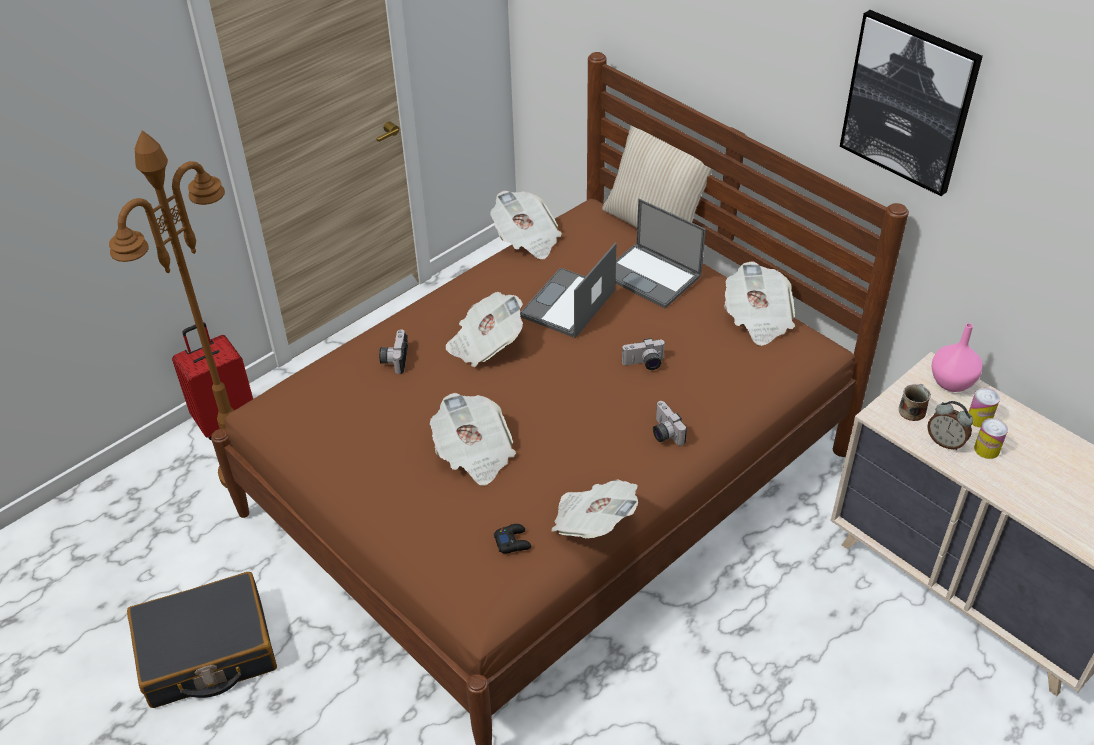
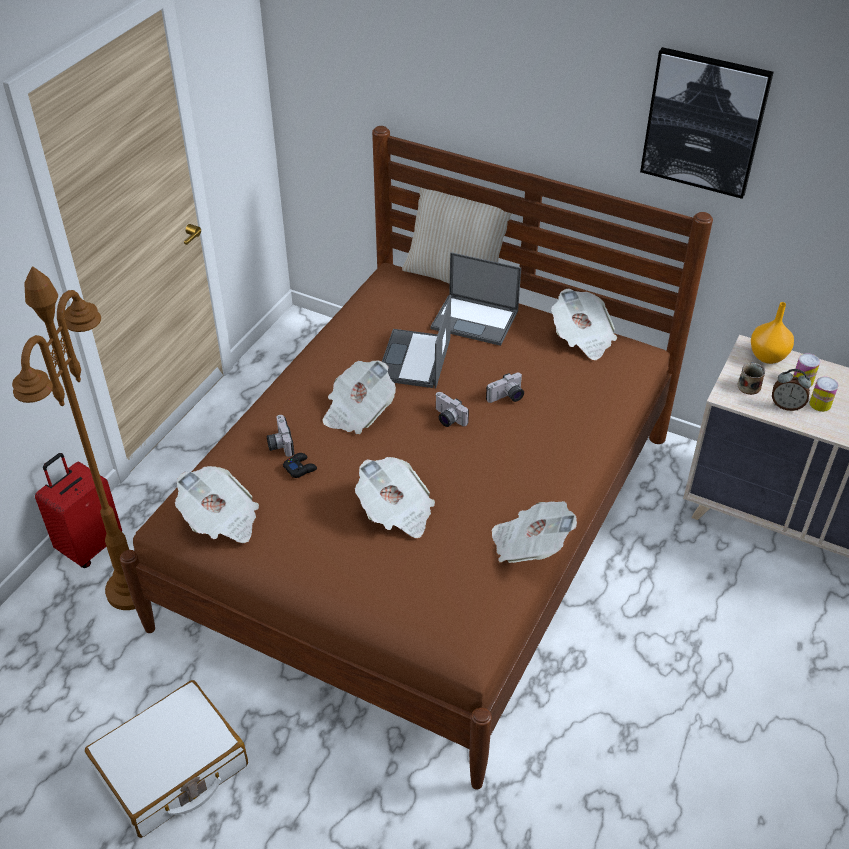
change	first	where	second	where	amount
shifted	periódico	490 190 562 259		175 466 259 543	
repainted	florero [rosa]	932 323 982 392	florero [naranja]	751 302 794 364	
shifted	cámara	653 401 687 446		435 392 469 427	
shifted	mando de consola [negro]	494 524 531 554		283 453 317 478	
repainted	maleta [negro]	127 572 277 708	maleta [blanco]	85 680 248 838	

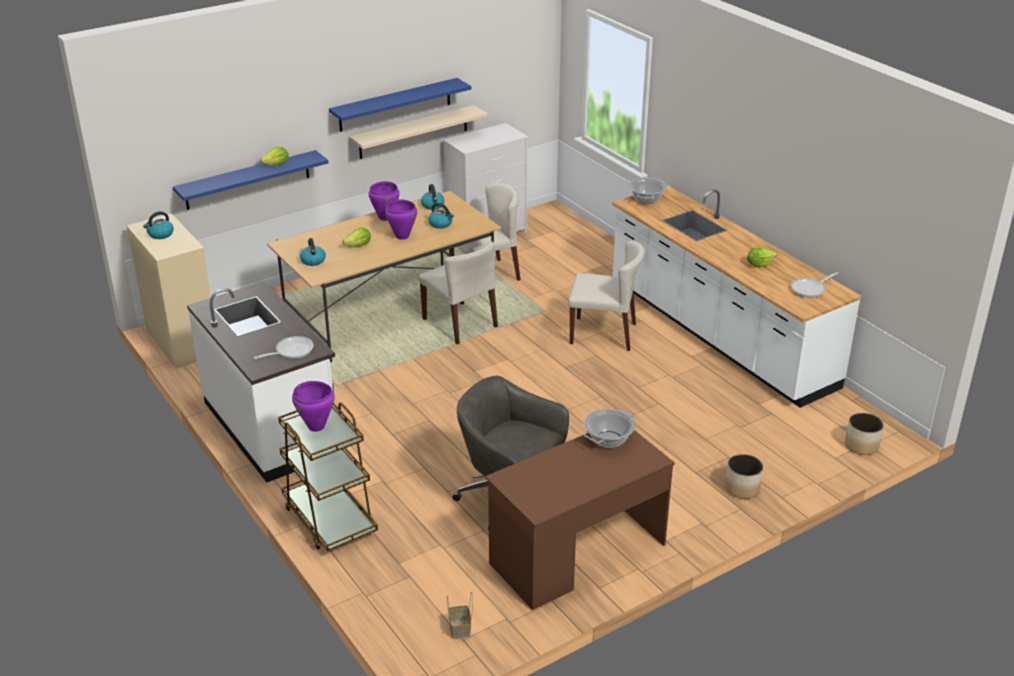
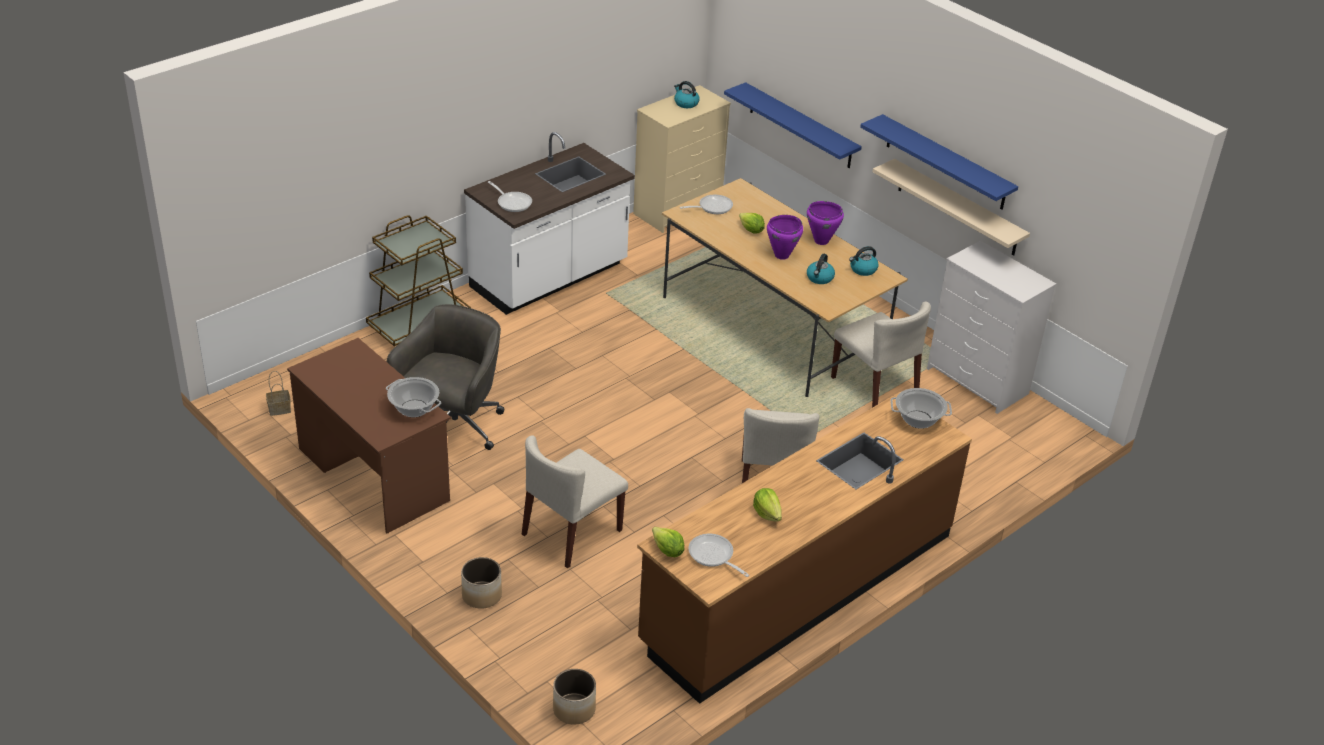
change	first	where	second	where	amount
shifted	lechuga	260 147 289 166		652 527 685 557	
repainted	mueble bajo de cocina [blanco]	612 185 862 408	mueble bajo de cocina [marrón]	637 392 972 704	
swapped	hervidor	300 238 326 266	sartén	680 195 733 214	
shifted	silla [beis]	419 241 498 345		522 435 628 568	
gone	olla [morado]	292 381 335 432			

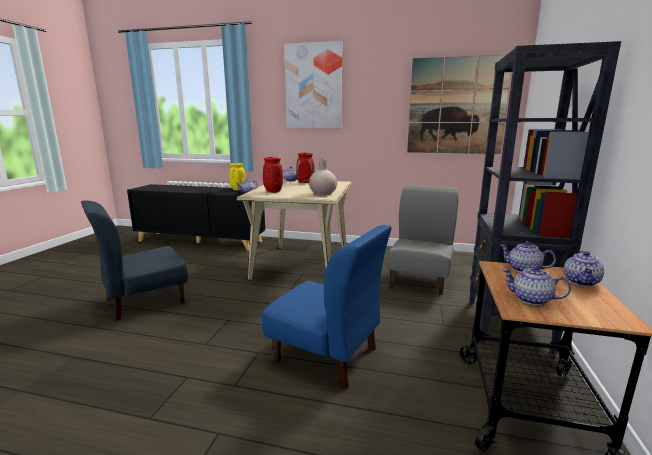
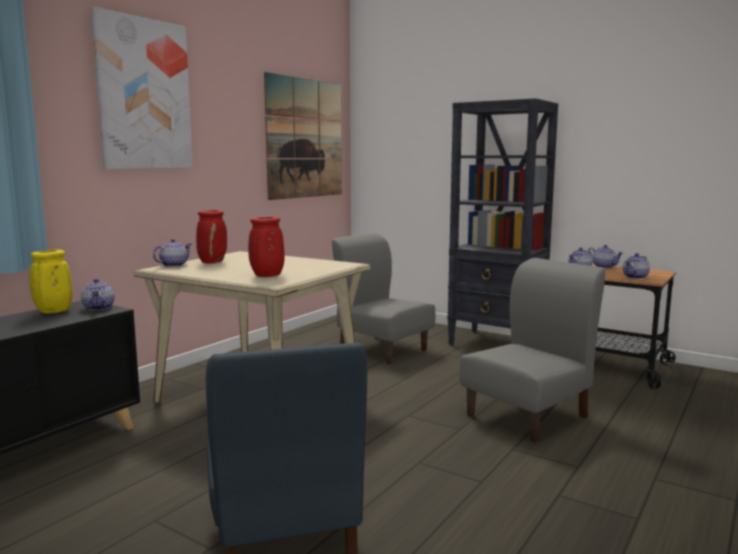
change	first	where	second	where	amount
gone	florero [beis]	309 158 337 195			
repainted	silla [azul]	262 225 391 390	silla [gris]	459 258 605 442	

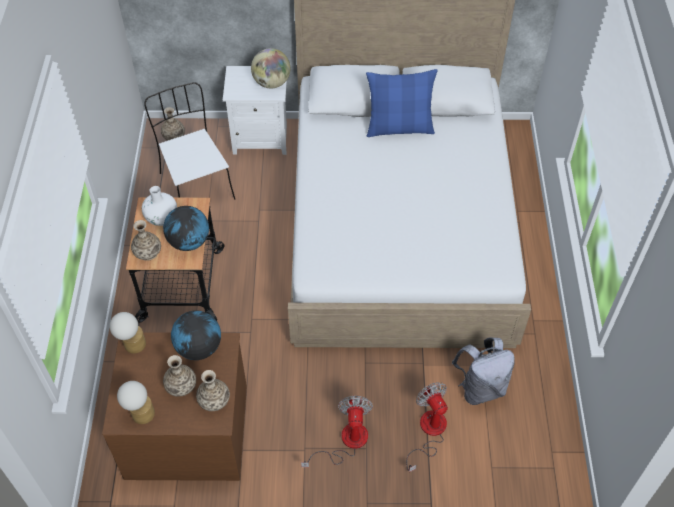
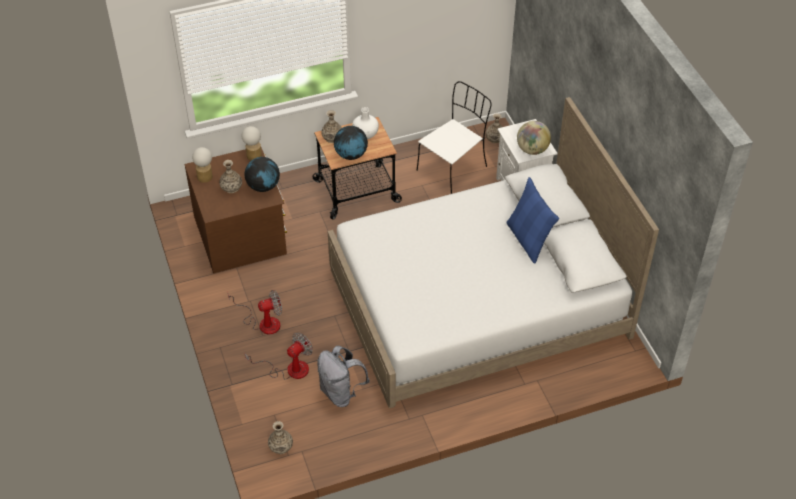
change	first	where	second	where	amount
shifted	florero	196 370 230 411		268 421 293 454	

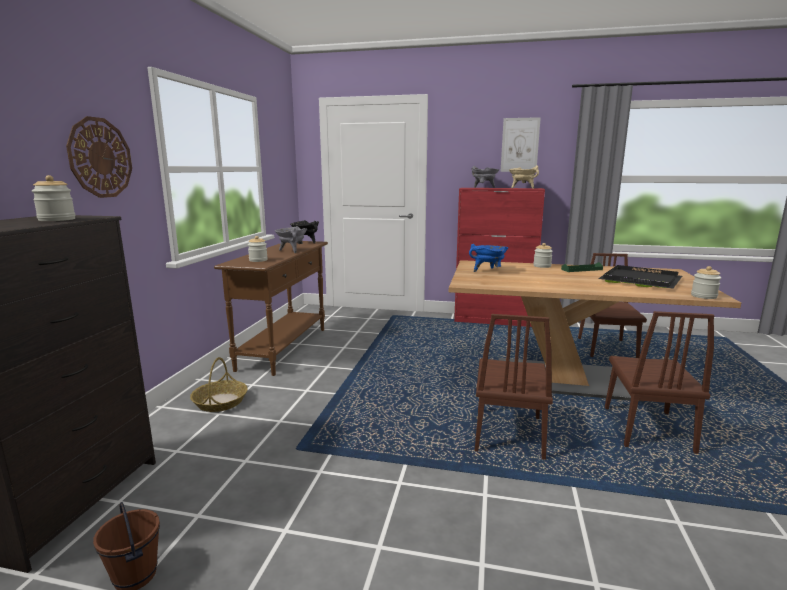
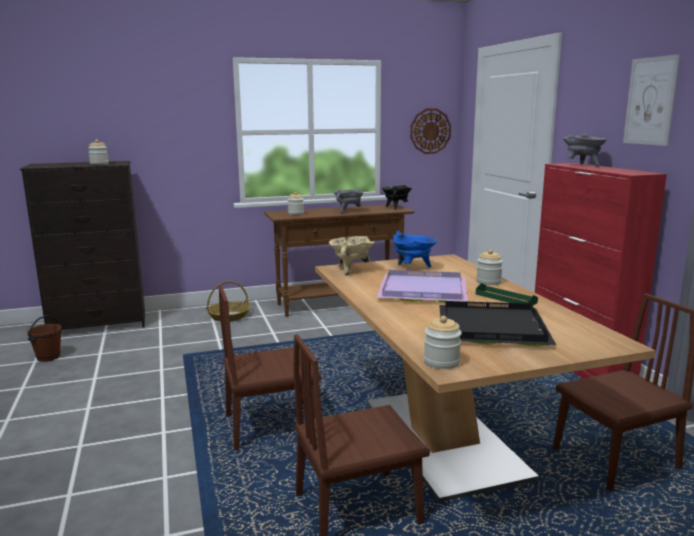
change	first	where	second	where	amount
shifted	reloj de pared	66 116 132 198		410 109 451 154	
shifted	olla [beis]	509 165 539 189		329 236 374 276	
new			bandeja [morado]	376 270 468 302	

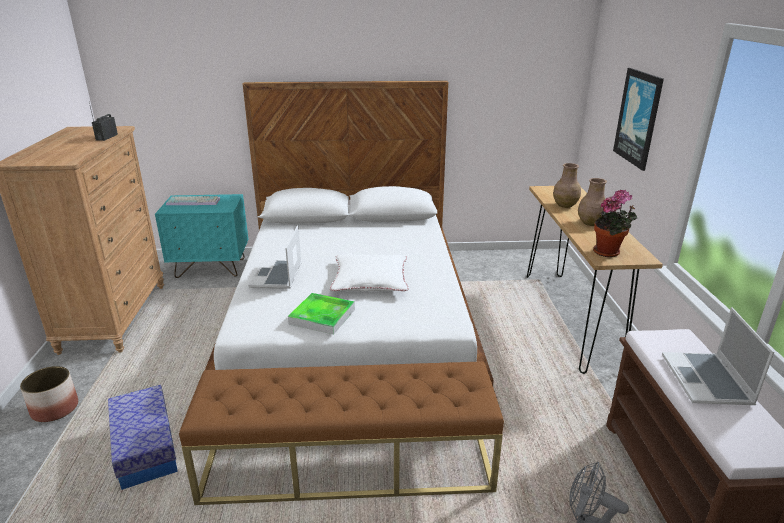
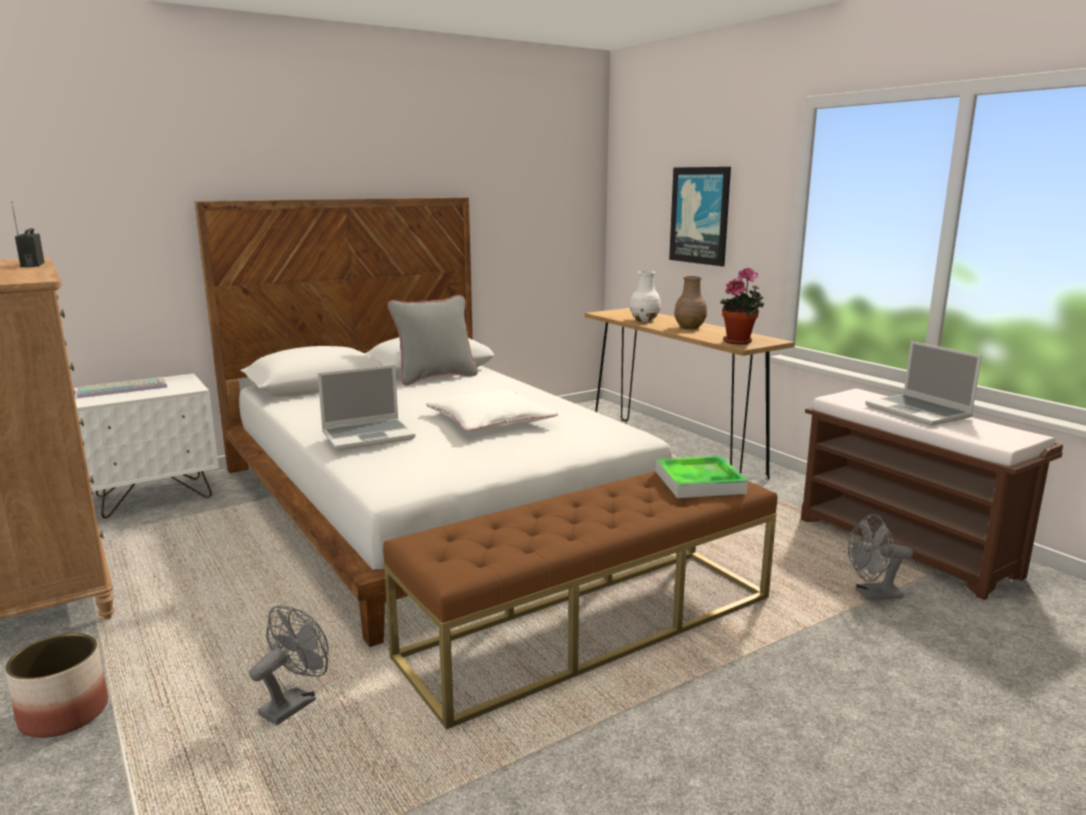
change	first	where	second	where	amount
repainted	florero [marrón]	553 163 581 208	florero [blanco]	630 271 661 322	
repainted	mesita de noche [turquesa]	155 194 249 278	mesita de noche [blanco]	74 374 219 518	
rotated	portátil	248 225 302 289		318 365 415 451	90 degrees counterclockwise
shifted	bandeja	288 293 355 335		656 456 748 498	
swapped	caja de almacenaje	108 385 178 490	ventilador [gris]	249 606 328 725	
new			cojín [gris]	387 295 478 385	

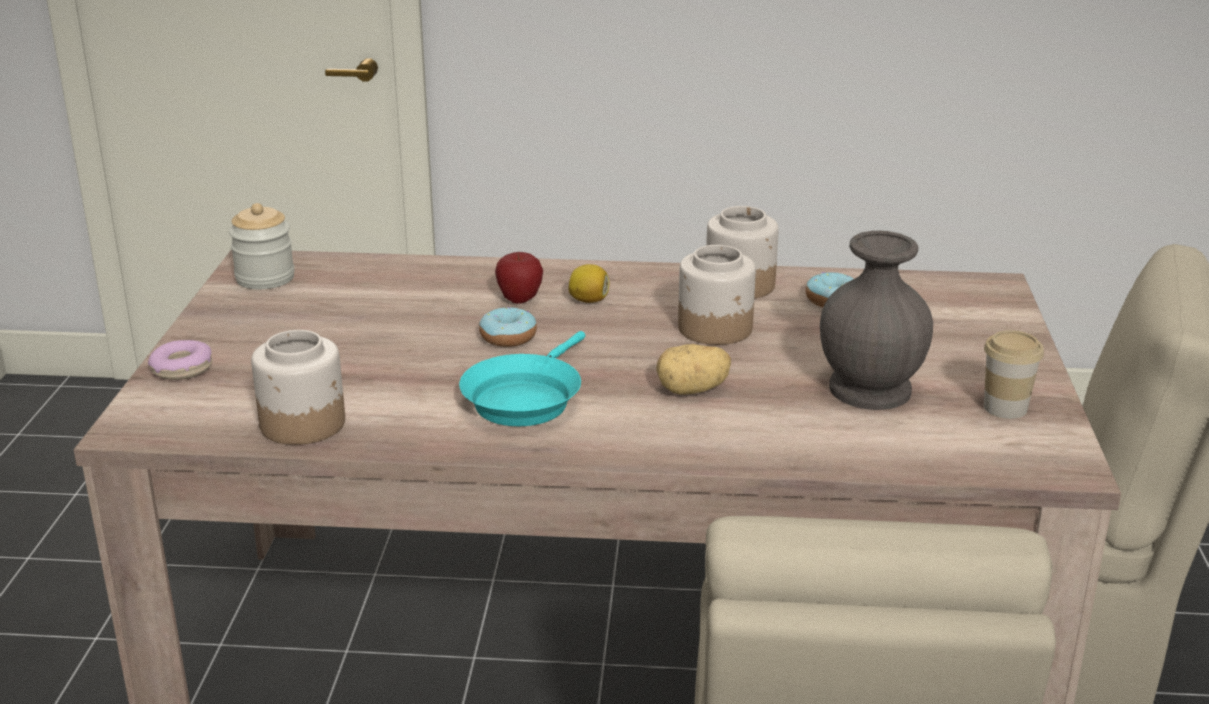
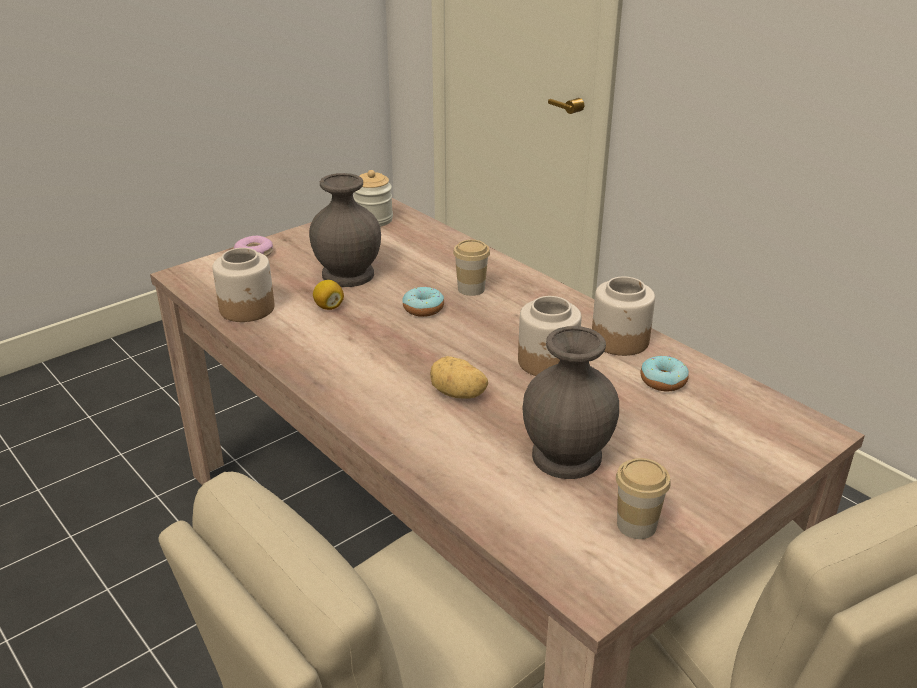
change	first	where	second	where	amount
swapped	manzana	495 252 543 304	taza	453 240 490 296	
shifted	limón	569 264 609 303		313 280 344 310	
gone	sartén [turquesa]	459 331 585 426			
new			florero [gris]	309 173 381 287	

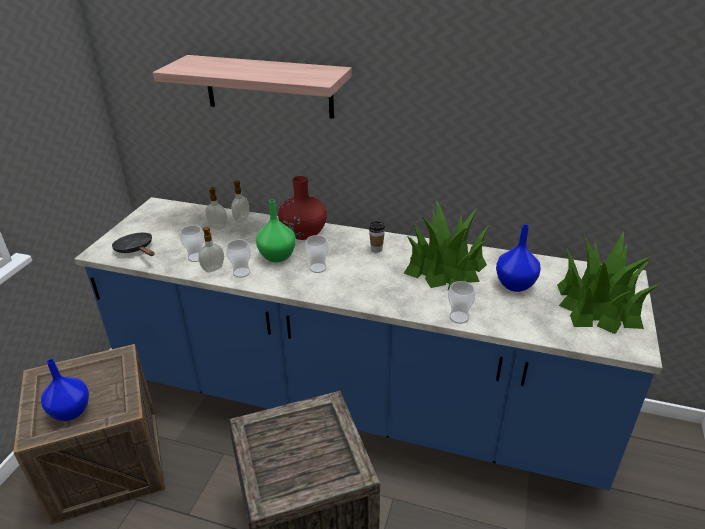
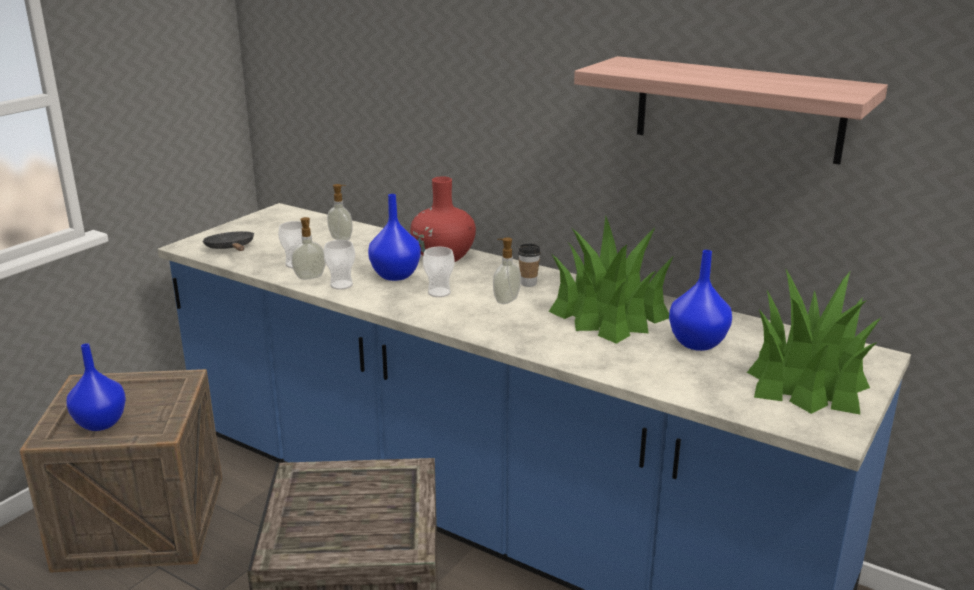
change	first	where	second	where	amount
shifted	estante	153 55 352 119		574 56 888 165	
shifted	dispensador de jabón	230 181 249 223		493 237 521 304	
repainted	florero [verde]	256 199 296 262	florero [azul]	368 194 421 281	
gone	taza	448 281 476 324			

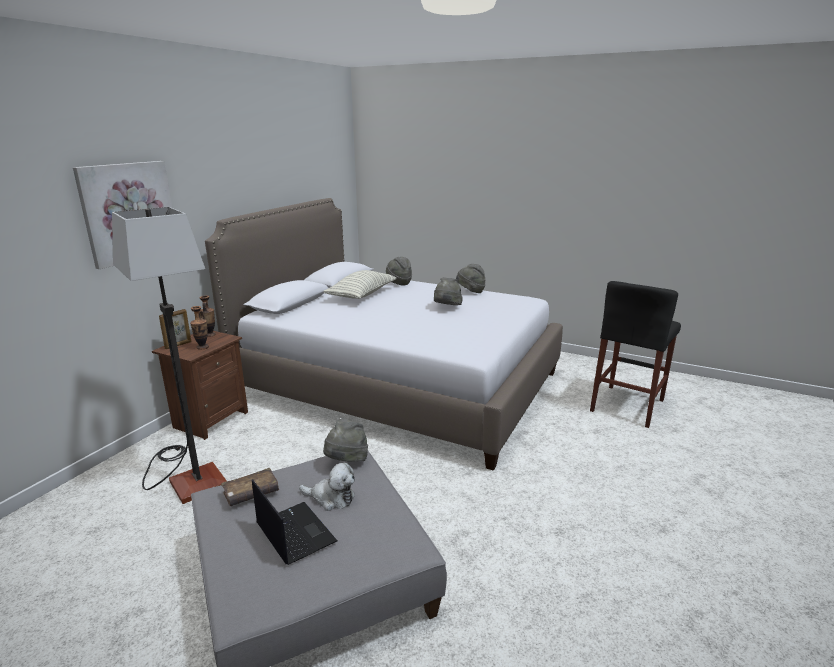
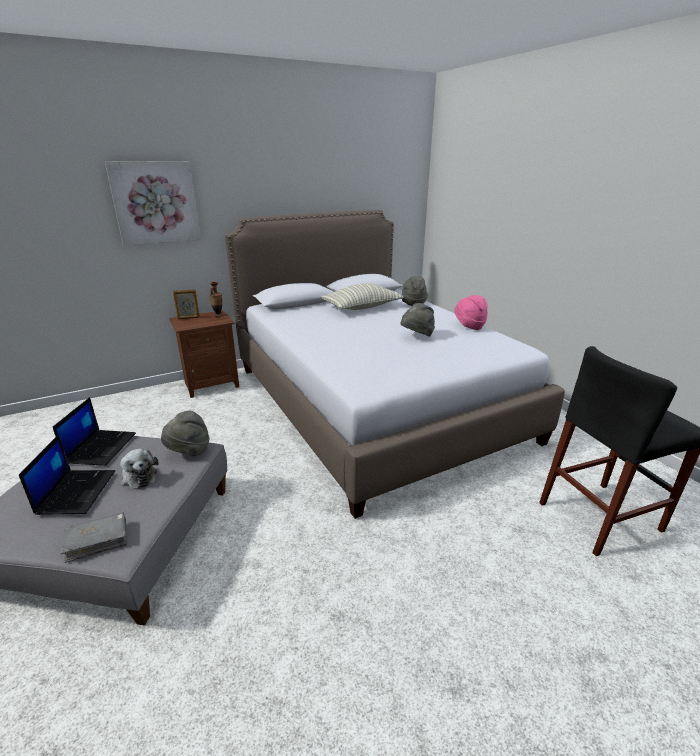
change	first	where	second	where	amount
gone	lámpara de pie	112 207 227 504			
repainted	sombrero [gris]	456 264 486 293	sombrero [rosa]	454 295 488 330	
gone	florero	190 306 209 350			
swapped	libro [marrón]	221 468 279 506	portátil	53 397 136 466	
new			libro [gris]	61 512 128 563	

